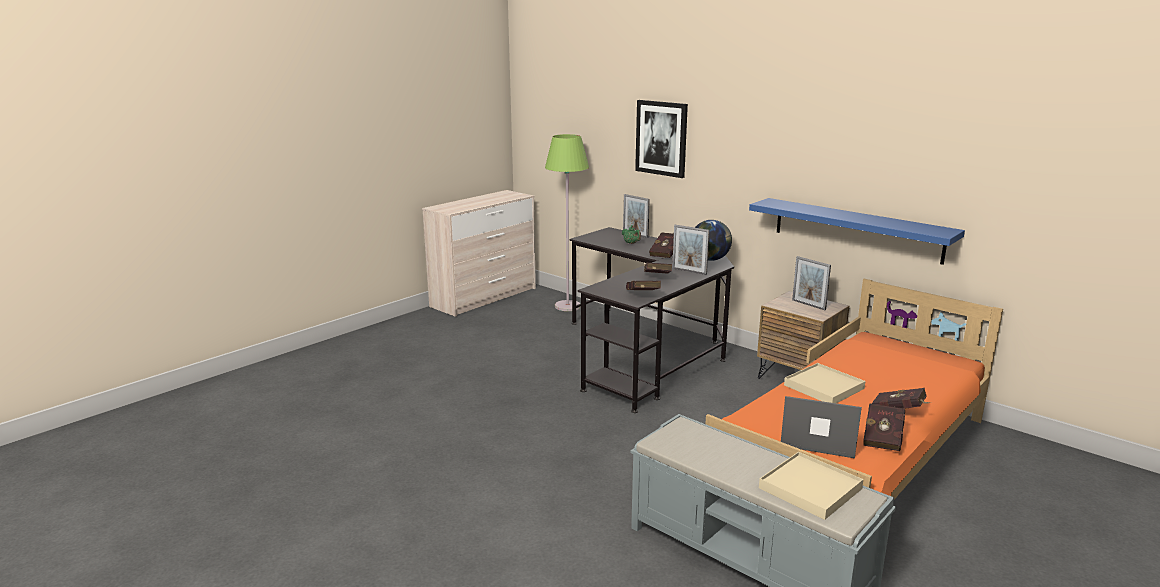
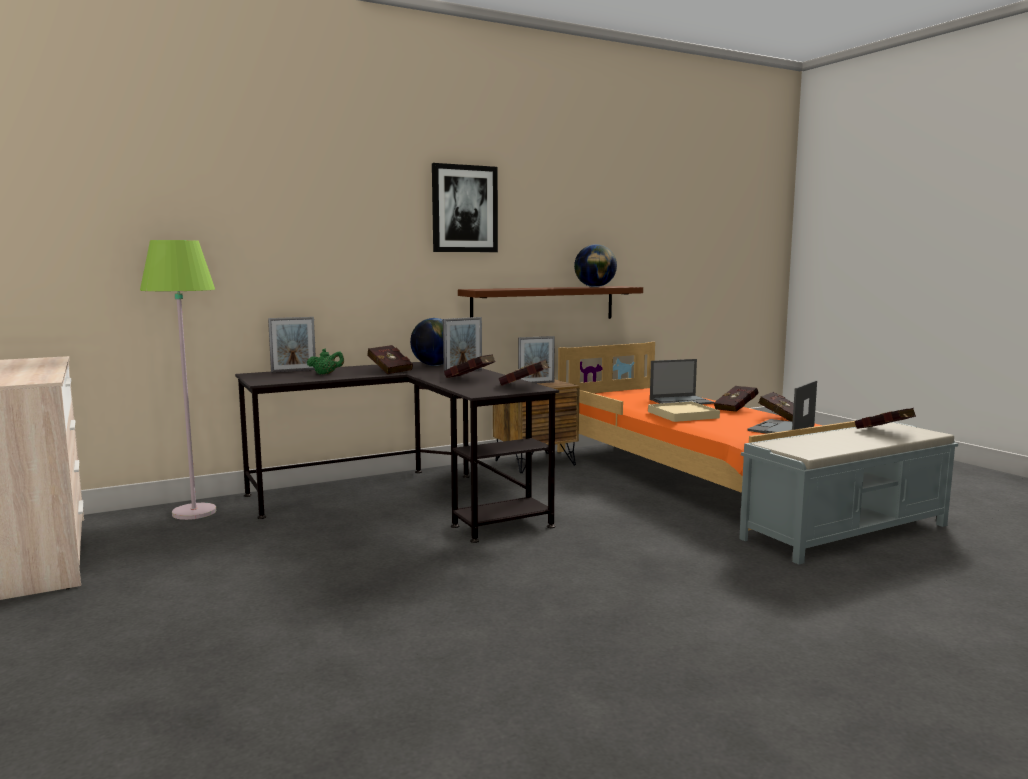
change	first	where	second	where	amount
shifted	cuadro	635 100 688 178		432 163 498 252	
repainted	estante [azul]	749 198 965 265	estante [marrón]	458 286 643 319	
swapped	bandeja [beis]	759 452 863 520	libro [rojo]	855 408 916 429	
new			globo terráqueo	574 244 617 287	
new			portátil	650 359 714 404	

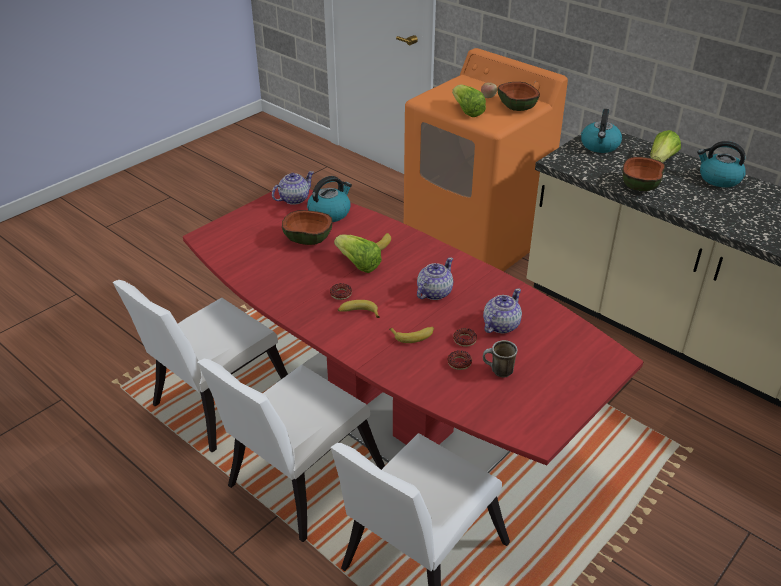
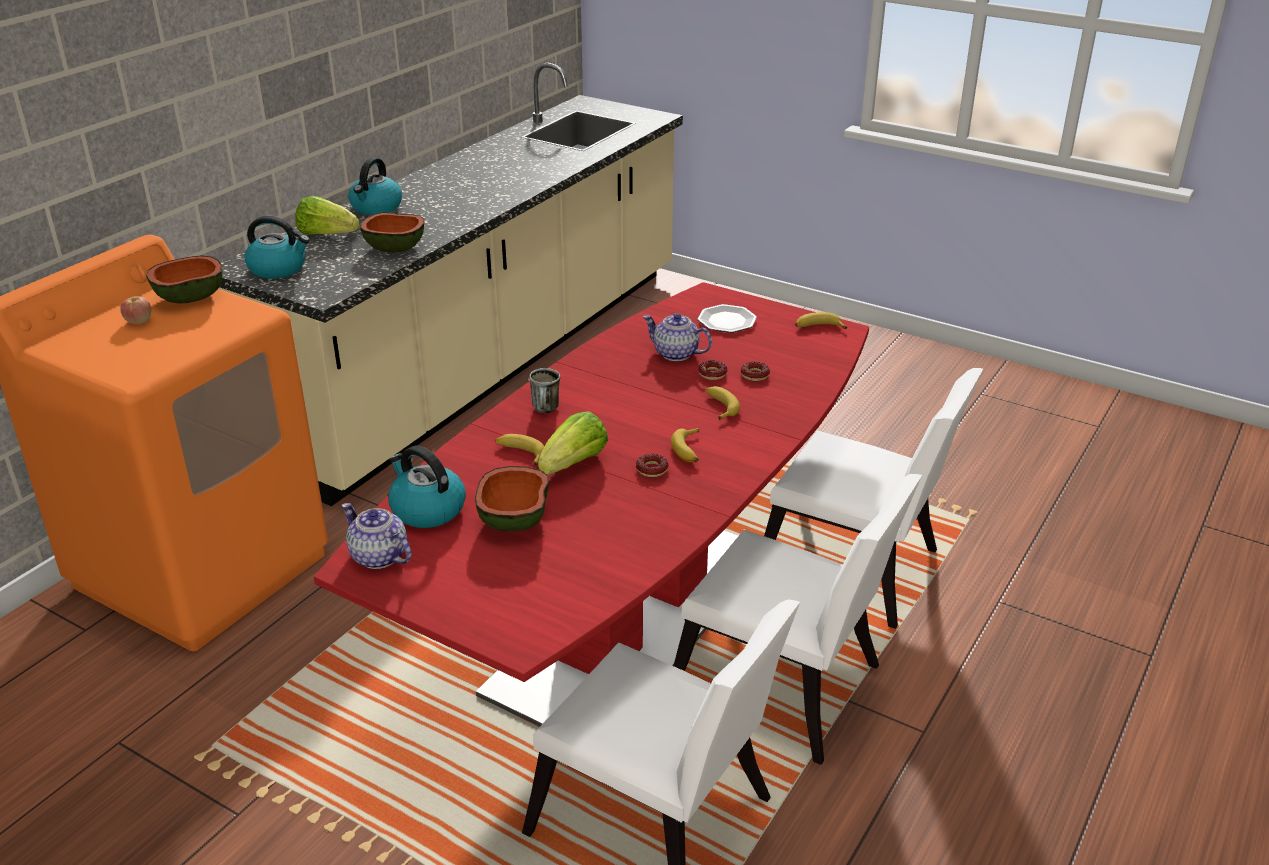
change	first	where	second	where	amount
gone	lechuga	452 85 486 117			
gone	tetera	417 257 453 300			
shifted	taza grande	483 340 518 378		529 368 560 413	
new			plato	698 304 757 333	
new			plátano	795 312 848 329	

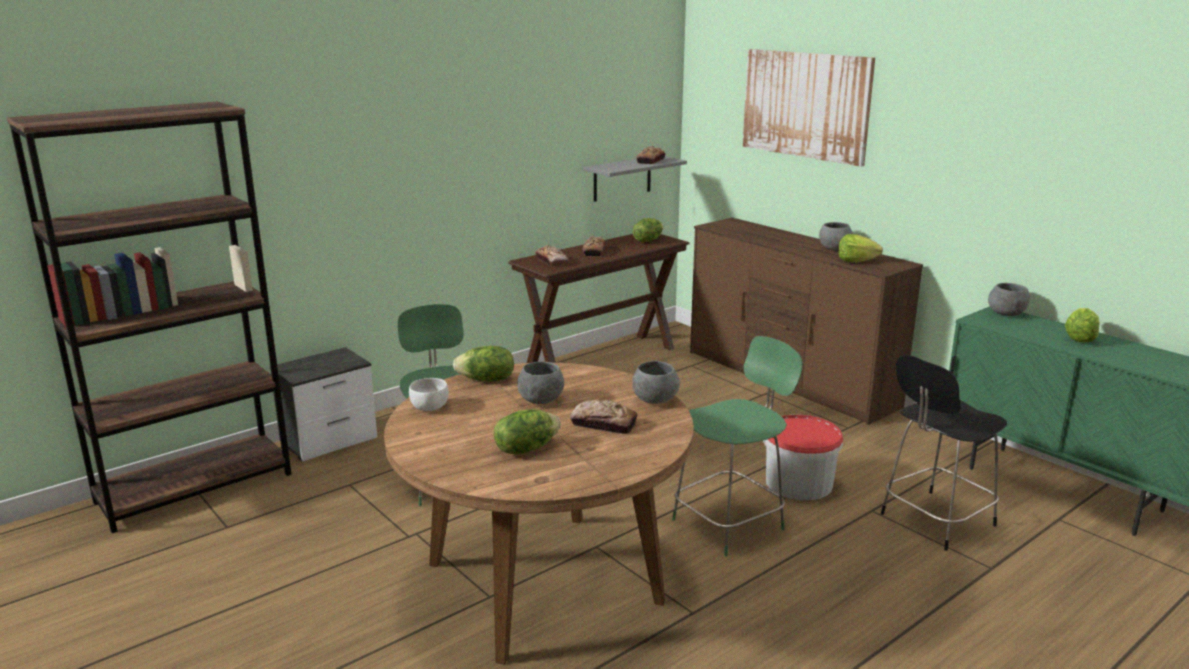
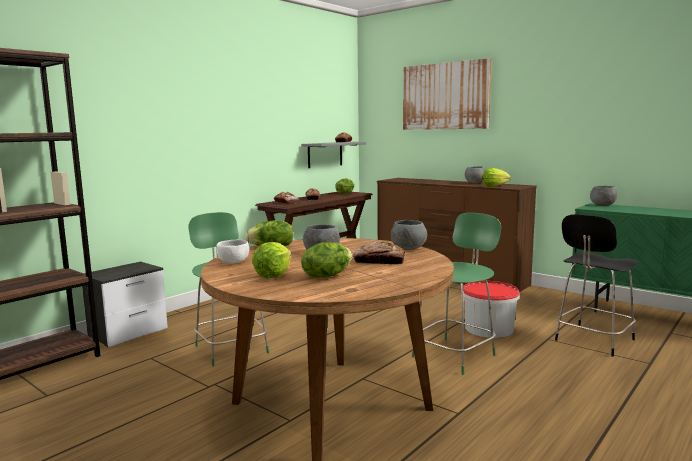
change	first	where	second	where	amount
shifted	lechuga	1065 308 1100 343		252 242 291 279	

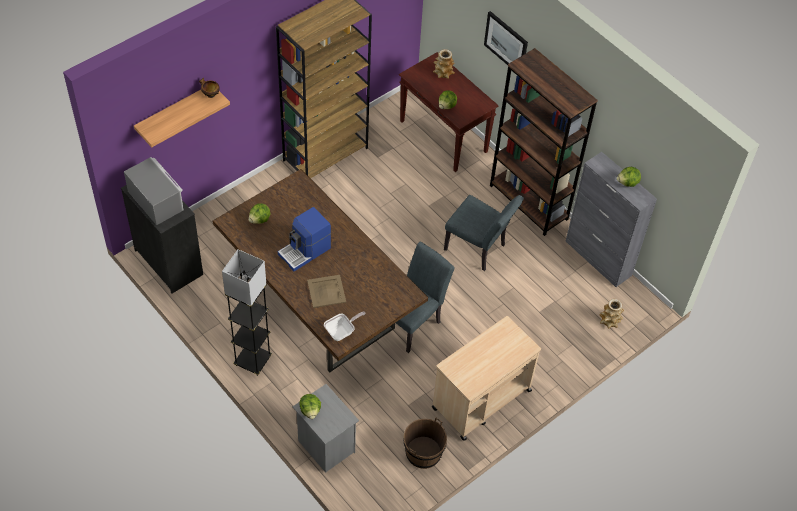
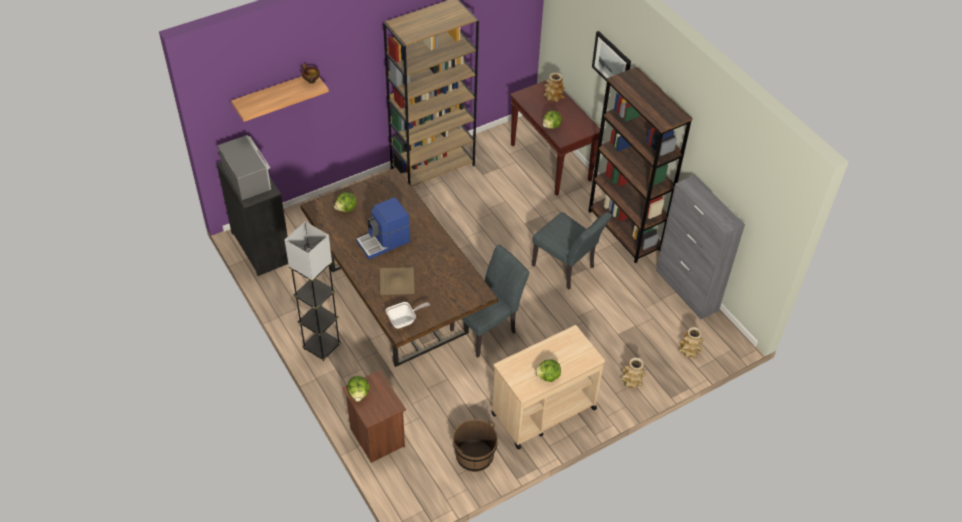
change	first	where	second	where	amount
shifted	lechuga	617 167 641 187		534 359 561 382	
repainted	mesita de noche [gris]	293 384 359 473	mesita de noche [marrón]	342 370 406 463	
new			florero	620 357 646 390	

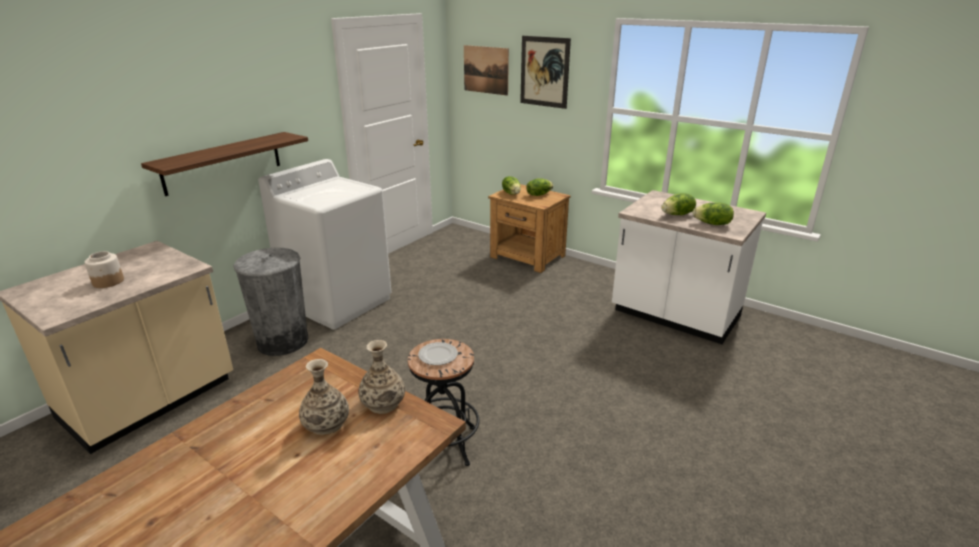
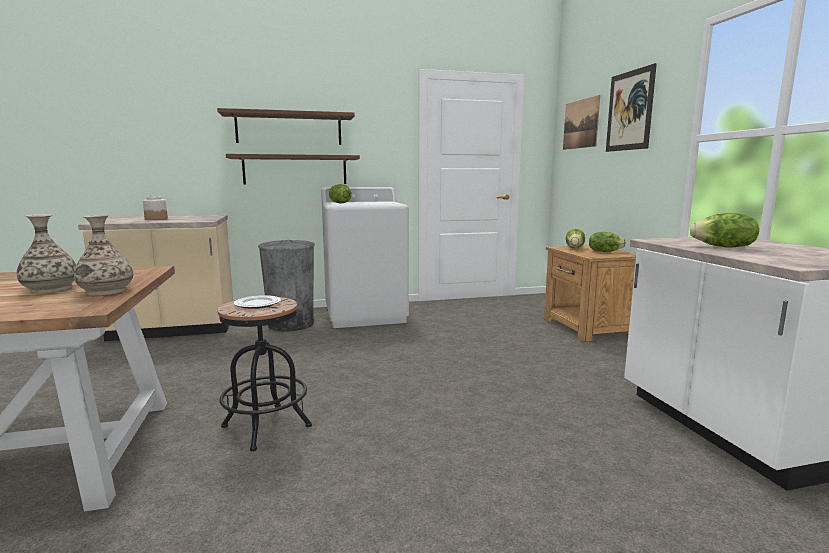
change	first	where	second	where	amount
shifted	lechuga	692 202 734 225		329 184 351 204	
new			estante	217 108 355 145	

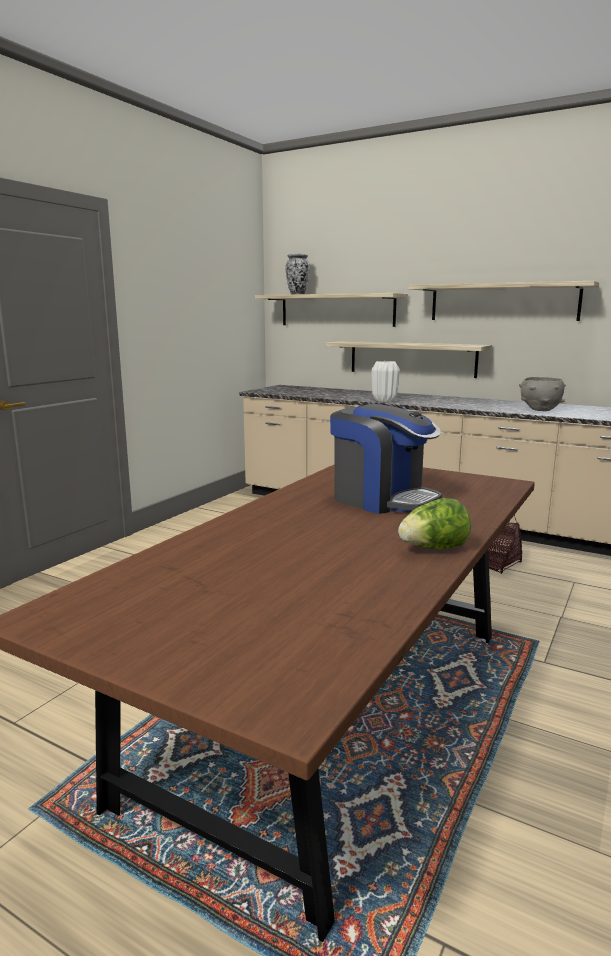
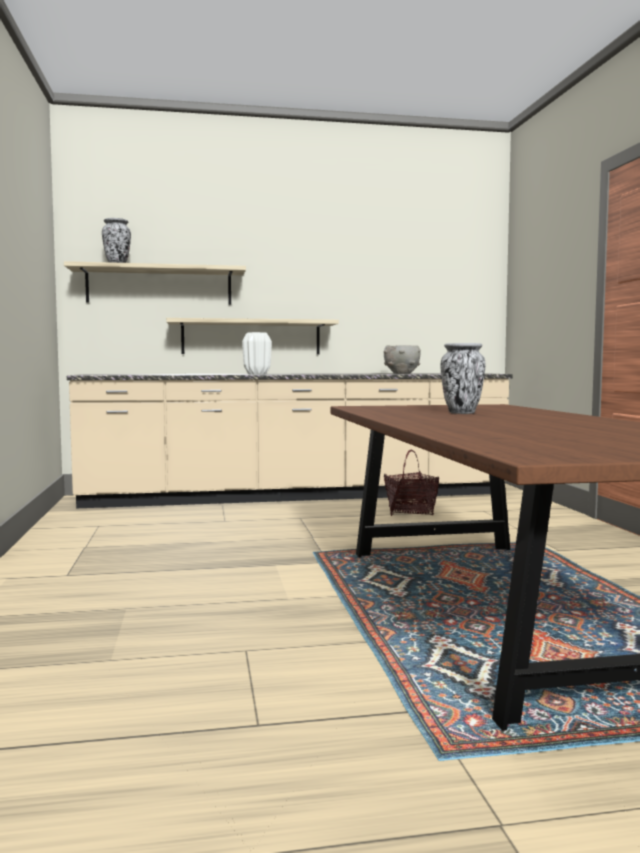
change	first	where	second	where	amount
gone	estante	408 281 599 321			
swapped	cafetera	330 404 442 514	florero	440 343 485 414	
gone	lechuga	398 498 471 549			

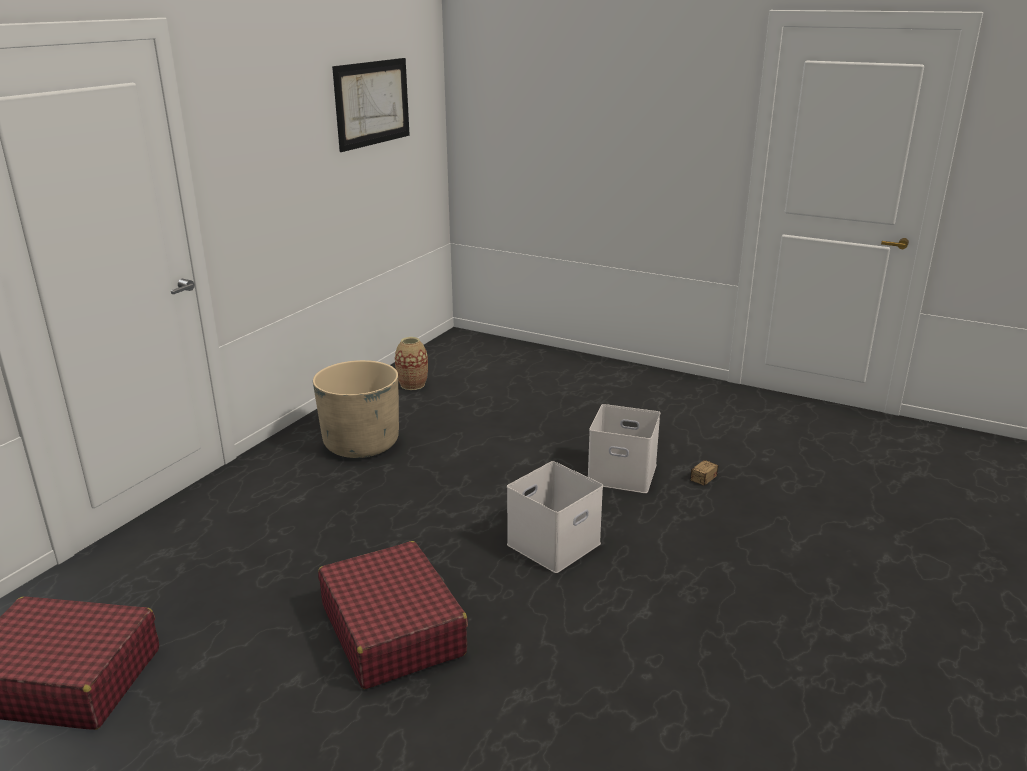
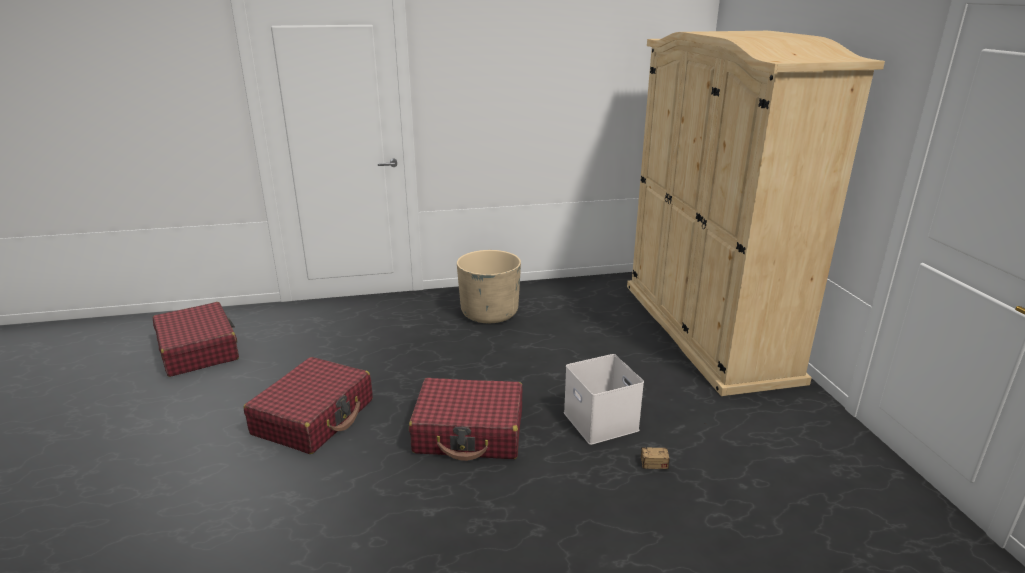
change	first	where	second	where	amount
gone	cuadro	332 58 410 152			
gone	florero	395 337 428 390			
swapped	caja de almacenaje [blanco]	507 461 603 573	maleta [rojo]	409 378 522 461	
new			armario ropero [beis]	627 31 885 396	

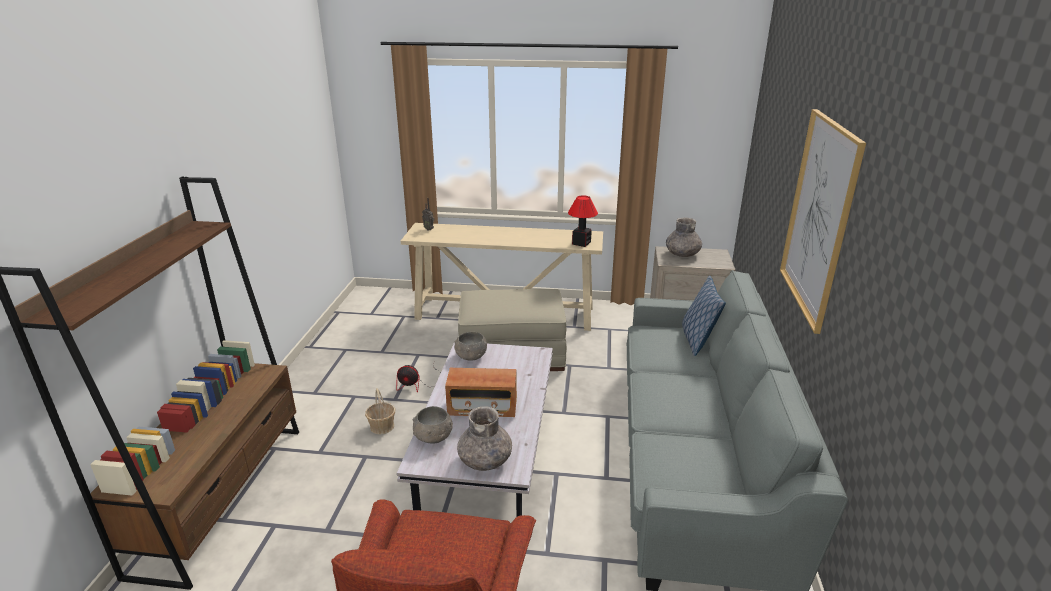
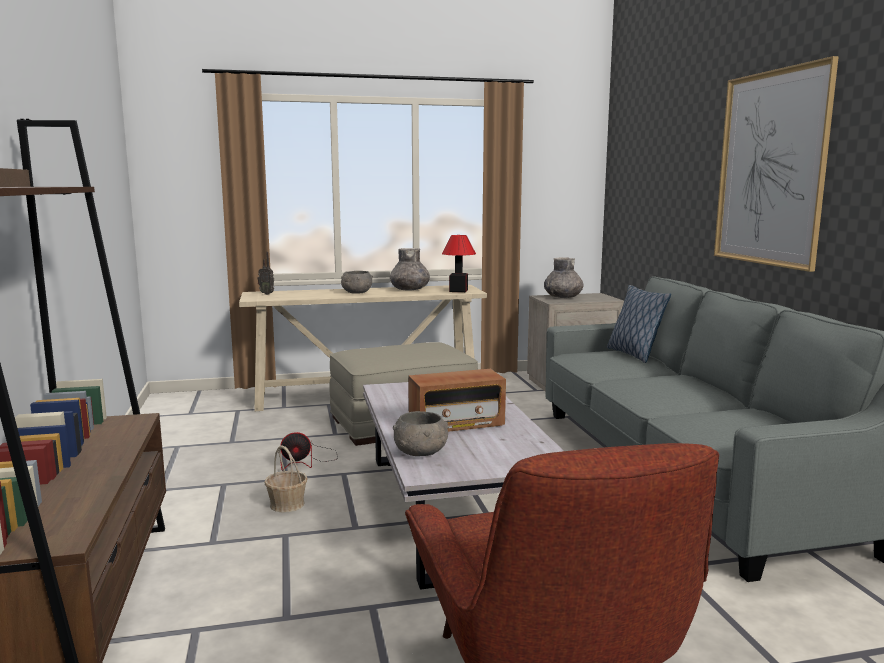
change	first	where	second	where	amount
shifted	cuenco [gris]	454 332 487 361		341 271 373 294	
shifted	florero [gris]	457 406 512 471		390 248 430 291	

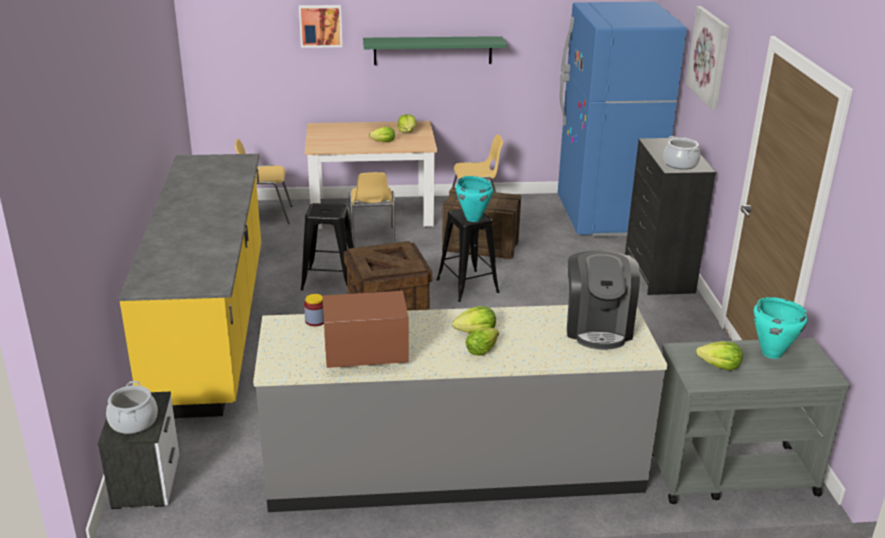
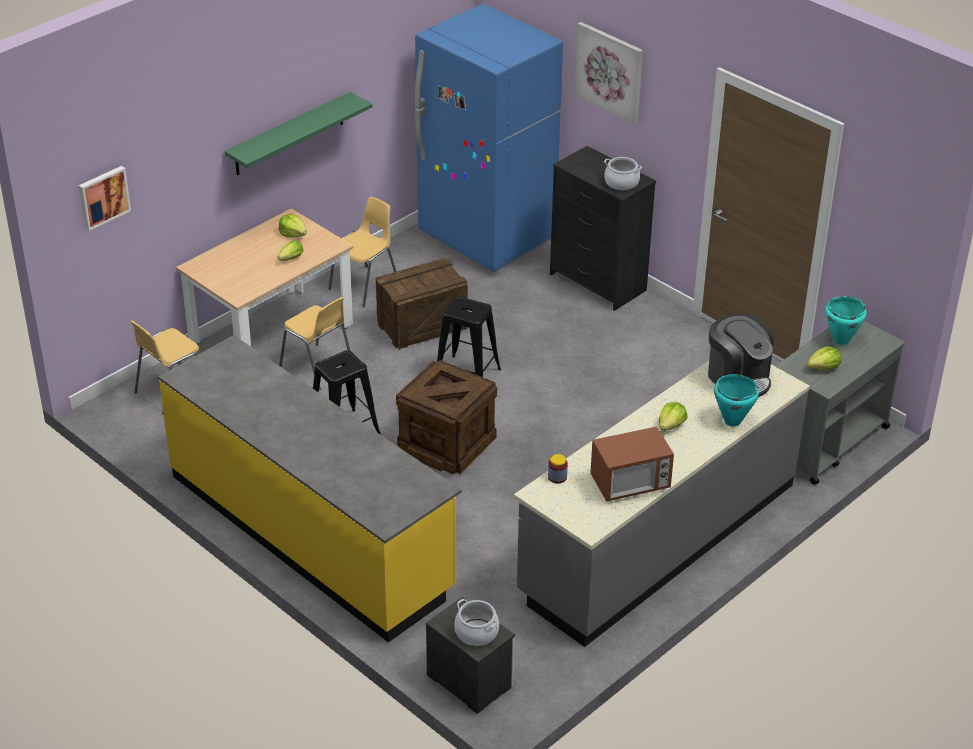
change	first	where	second	where	amount
shifted	cuadro	299 5 342 48		79 166 131 231	
shifted	olla [turquesa]	456 176 493 222		714 374 759 426	
rotated	microondas	322 291 409 368		590 426 674 502	150 degrees counterclockwise
gone	lechuga	466 327 499 355			

